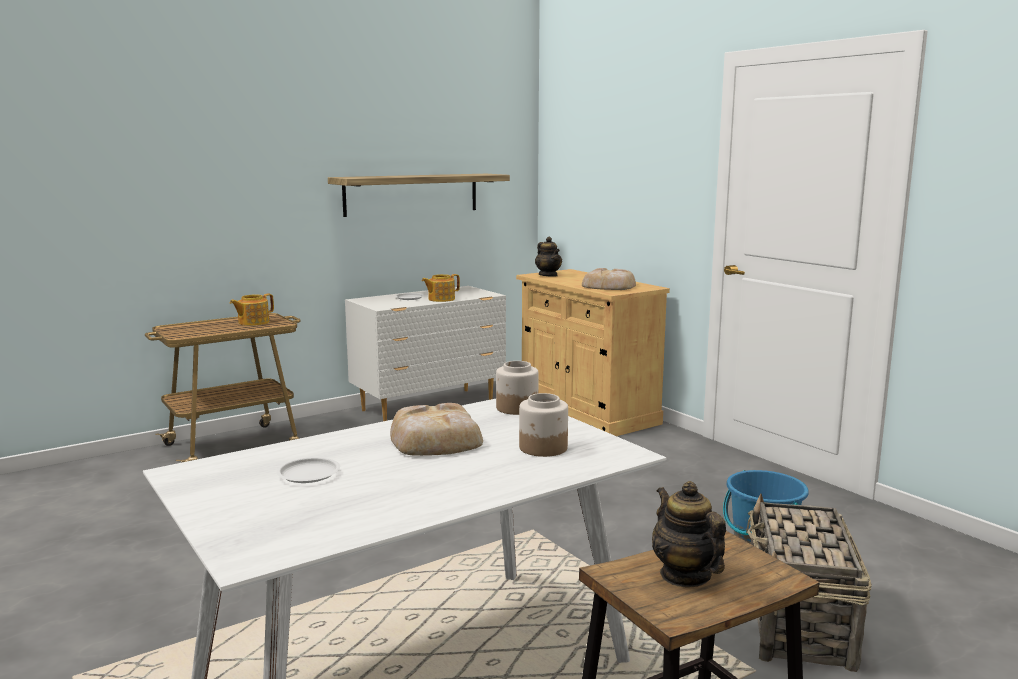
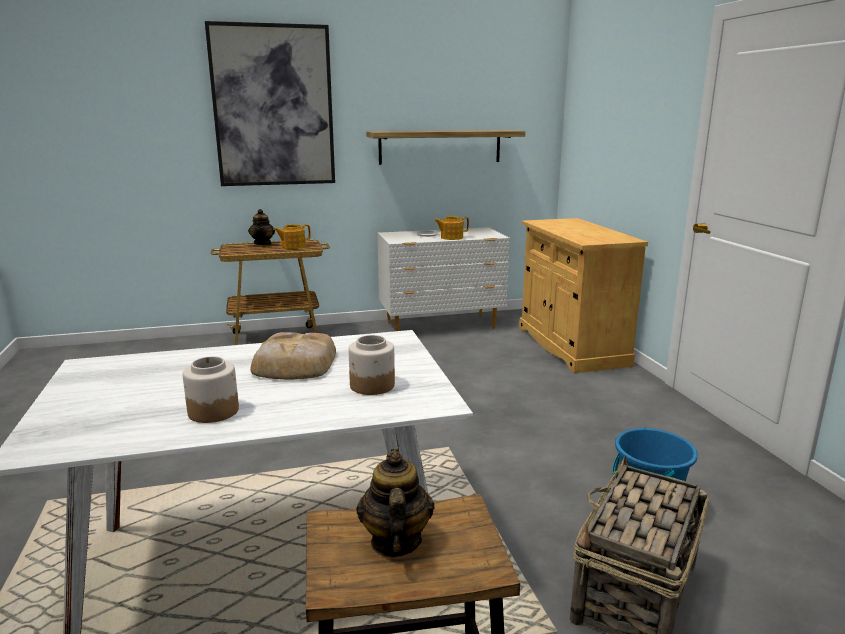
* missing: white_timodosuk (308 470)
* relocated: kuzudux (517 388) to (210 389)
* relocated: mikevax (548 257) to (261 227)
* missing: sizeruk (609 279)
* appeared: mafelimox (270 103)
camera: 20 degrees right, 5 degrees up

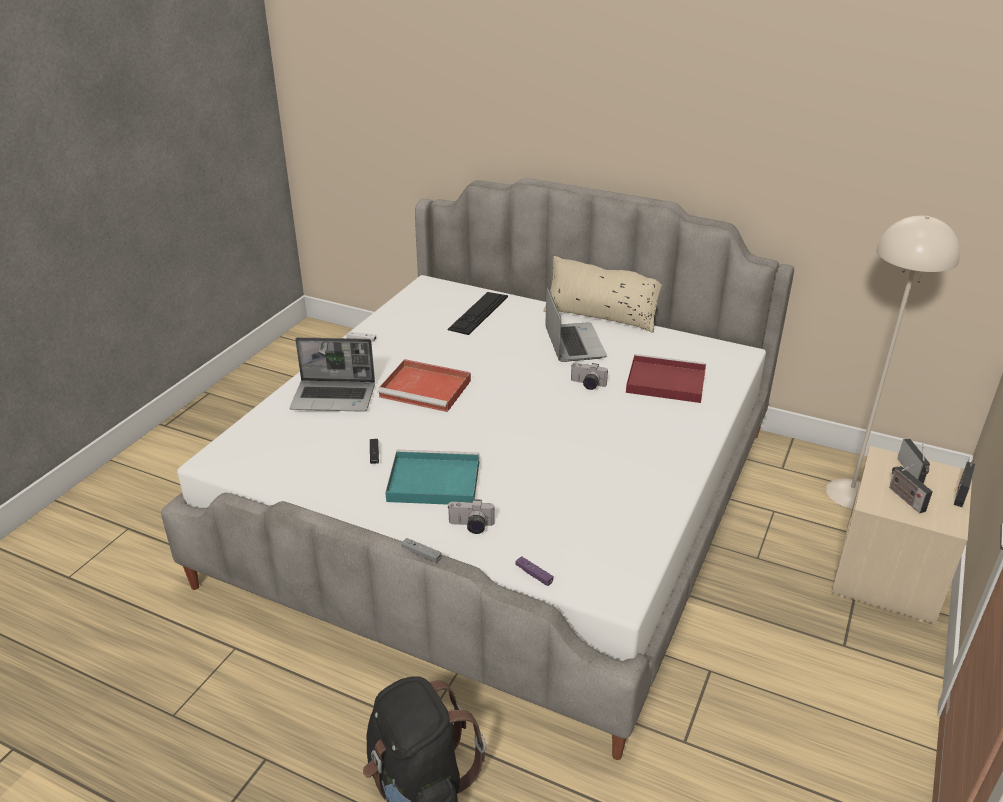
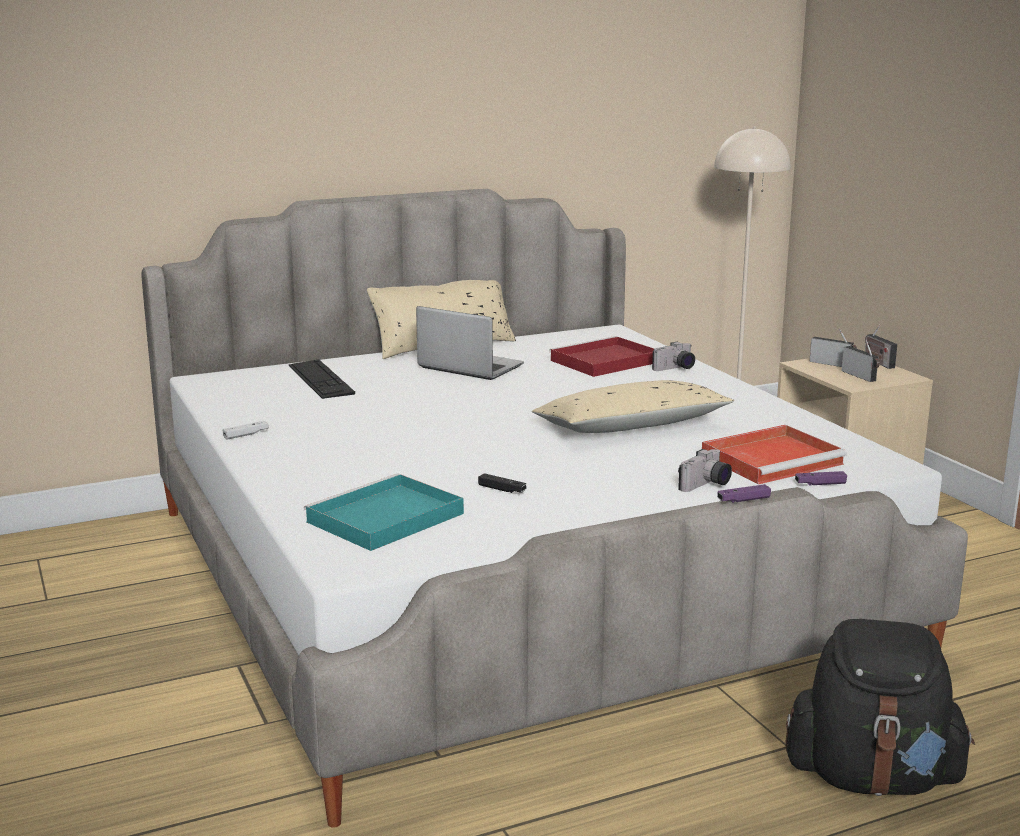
* missing: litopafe (332 374)
* relocated: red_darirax (424 385) to (774 454)
* relocated: turquoise_darirax (432 477) to (384 512)
* colour: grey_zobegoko (421 550) to purple_zobegoko (744 493)
* relocated: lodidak (589 376) to (673 356)
* spun: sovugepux (911 488) = (860 361) 135 degrees counterclockwise
* appeared: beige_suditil (633 406)
camera: 50 degrees left, 15 degrees down

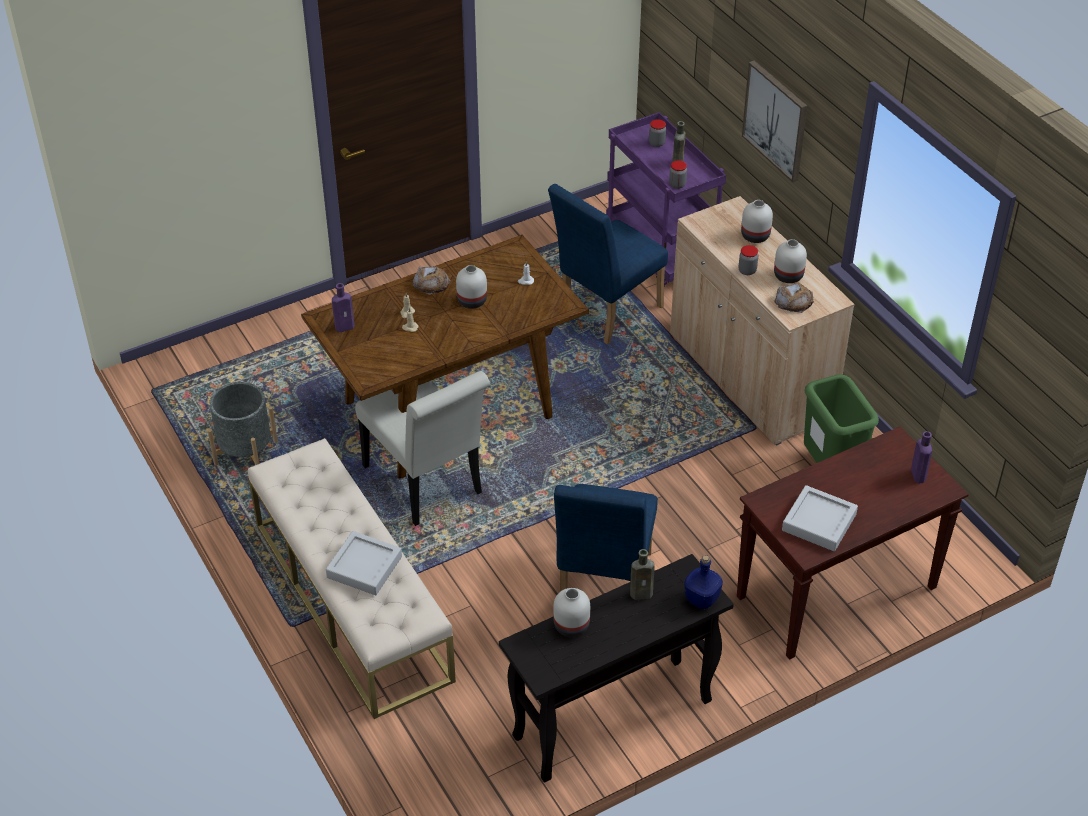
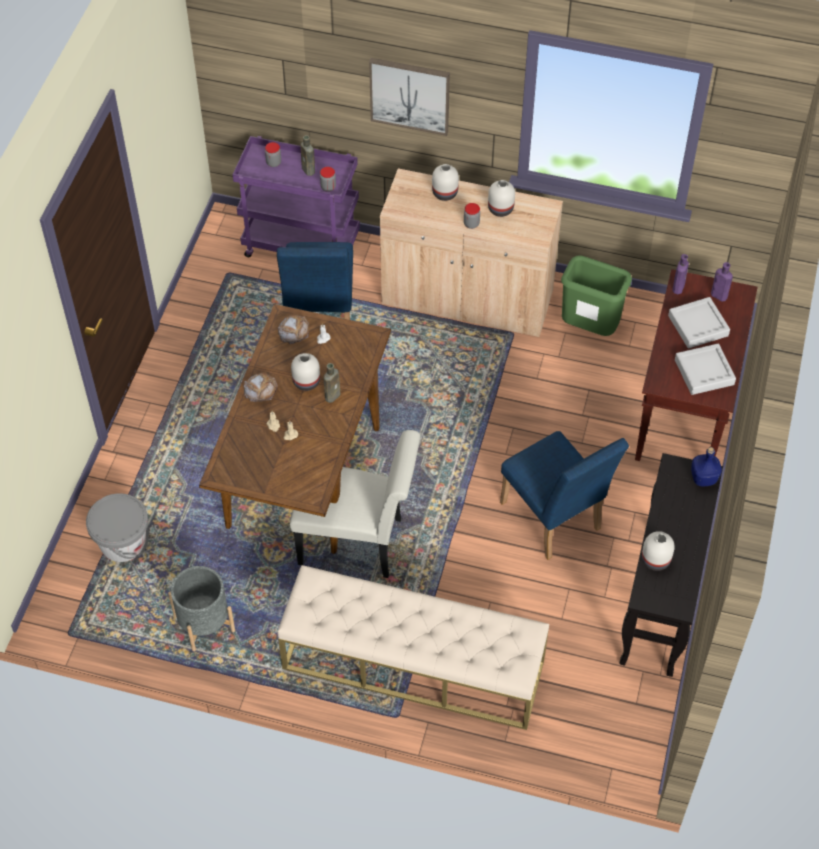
* relocated: grey_darirax (364 563) to (699 323)
* relocated: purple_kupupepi (343 307) to (680 274)
* relocated: brown_kupupepi (642 574) to (332 383)
* relocated: sizeruk (794 298) to (293 329)
* appeared: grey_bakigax (117 527)
camera: 45 degrees left, 10 degrees up

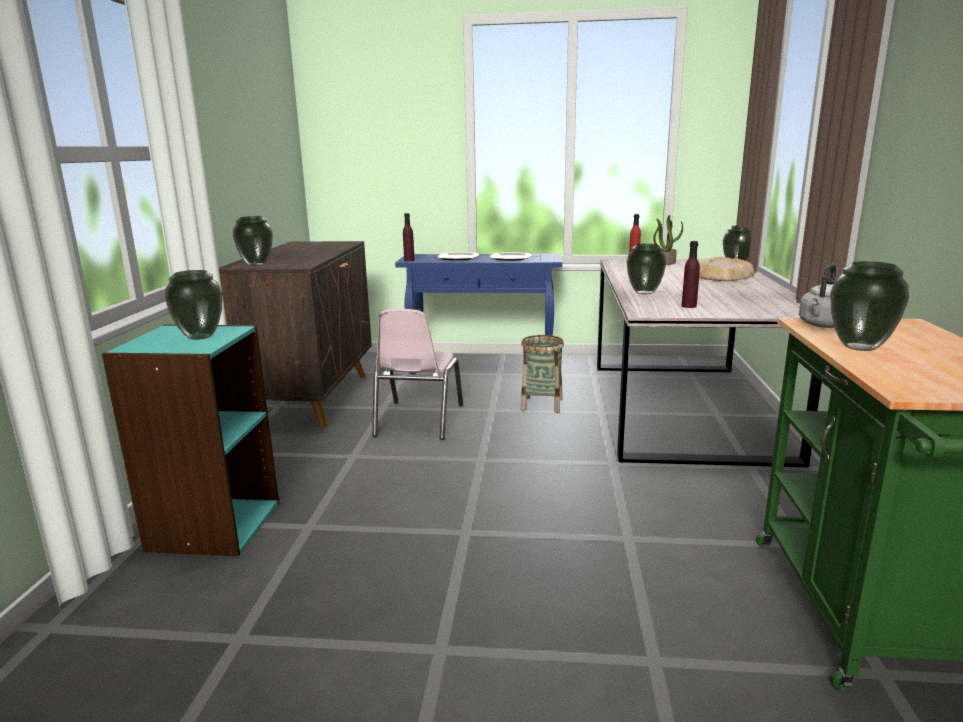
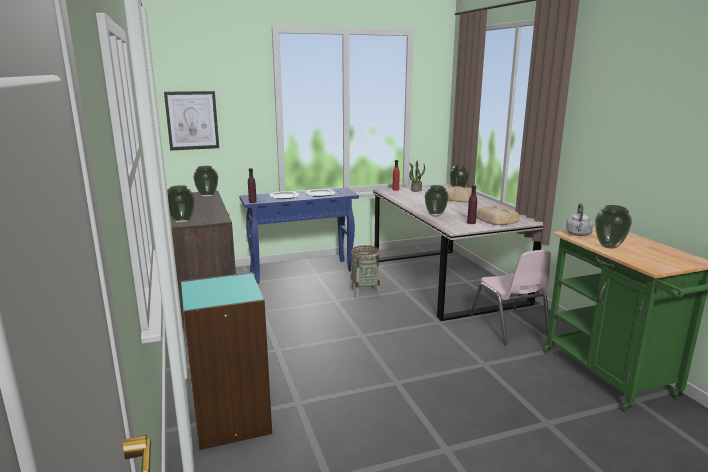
* relocated: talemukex (193 305) to (205 181)
* relocated: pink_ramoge (417 374) to (510 297)
* appeared: mafelimox (191 120)
* appeared: sizeruk (498 215)
camera: 25 degrees left, 0 degrees up

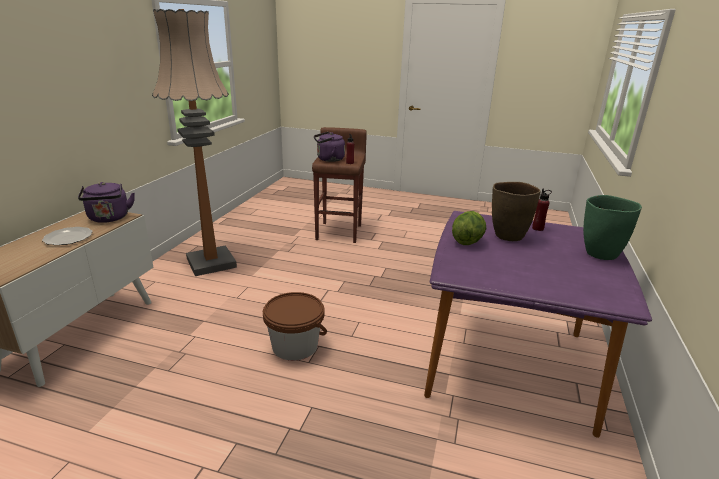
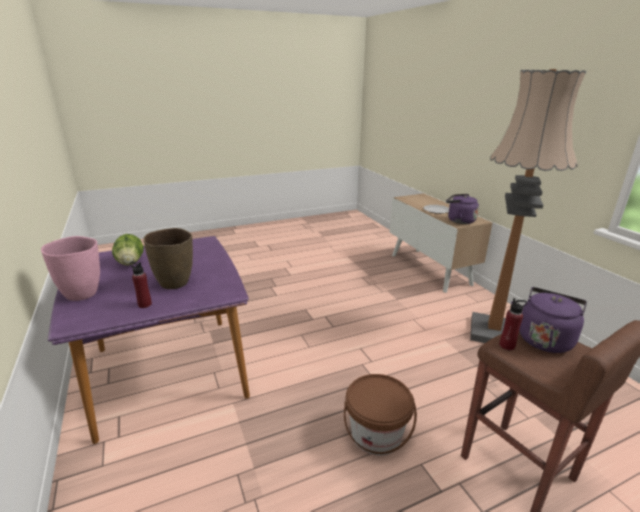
* relocated: brown_bakigax (295 326) to (380 415)
* relocated: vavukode (469 228) to (128 249)
* colour: green_talemukex (612 227) to pink_talemukex (70 268)
camera: 140 degrees right, 0 degrees up

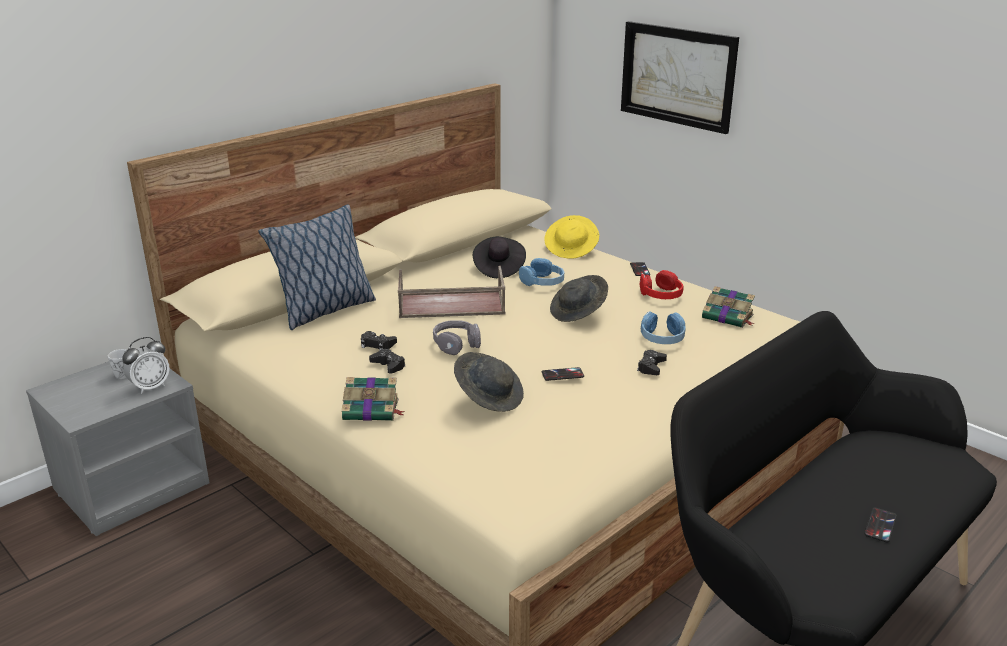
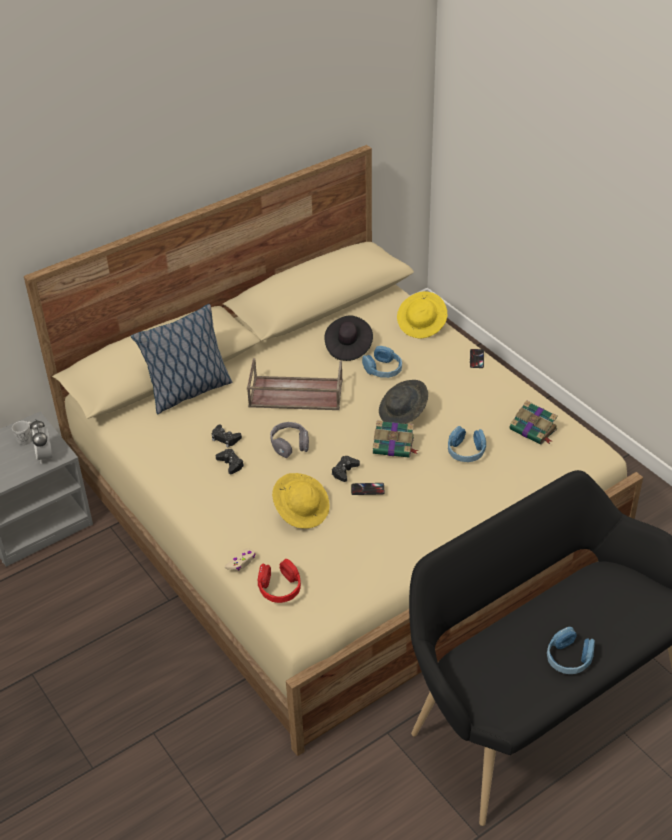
* spun: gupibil (146 365) = (41 441) 105 degrees clockwise
* relocated: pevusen (373 399) to (396 439)
* colour: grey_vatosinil (489 382) to yellow_vatosinil (301 501)
* missing: mafelimox (680 77)
* relocated: black_zobegoko (652 362) to (346 469)
* relocated: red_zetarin (661 284) to (279 581)
* exchanged: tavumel (881 524) to blue_zetarin (571 650)
* appeared: beige_zobegoko (239 559)
camera: 10 degrees right, 15 degrees up

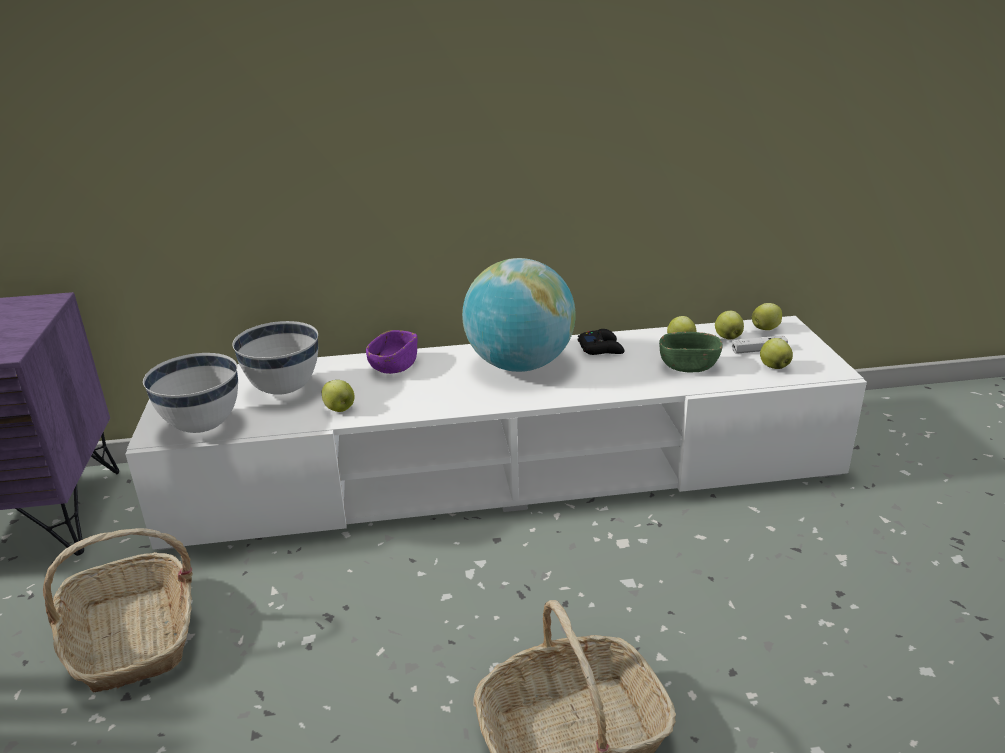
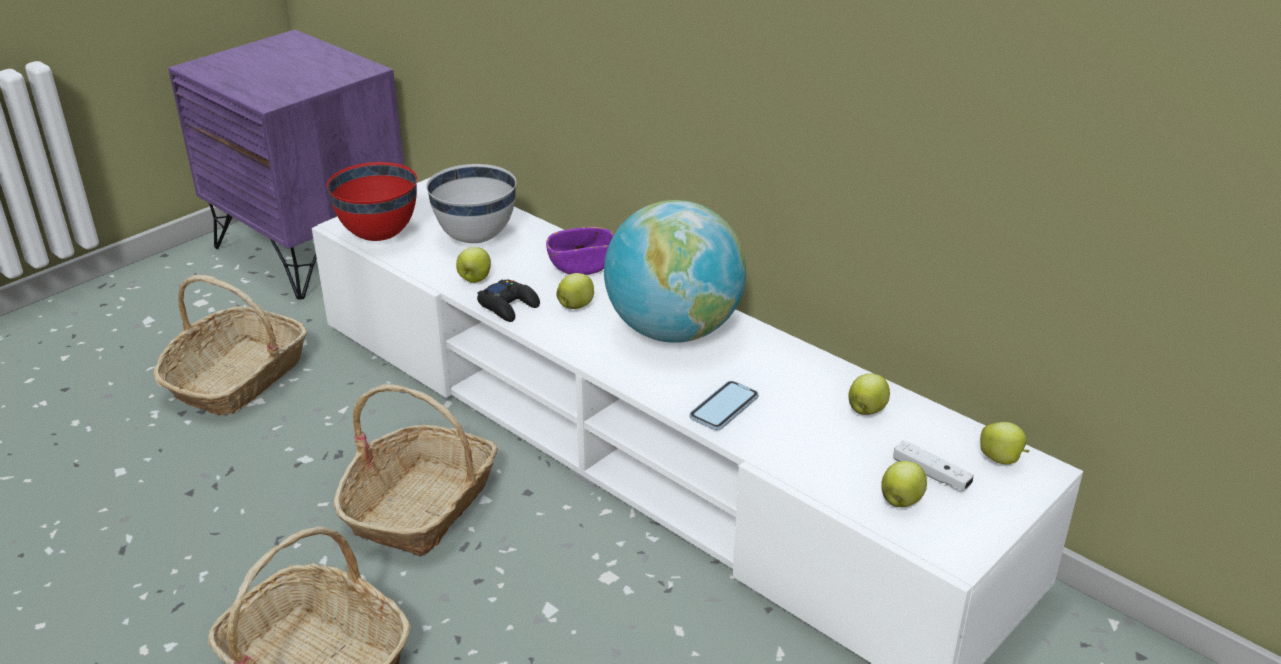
* colour: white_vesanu (190 393) to red_vesanu (372 201)
* relocated: black_zobegoko (601 342) to (508 301)
* missing: green_vesanu (691 352)
* relocated: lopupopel (729 325) to (575 291)
* appeared: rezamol (415 470)
* appeared: tavumel (724 406)
camera: 50 degrees right, 5 degrees up

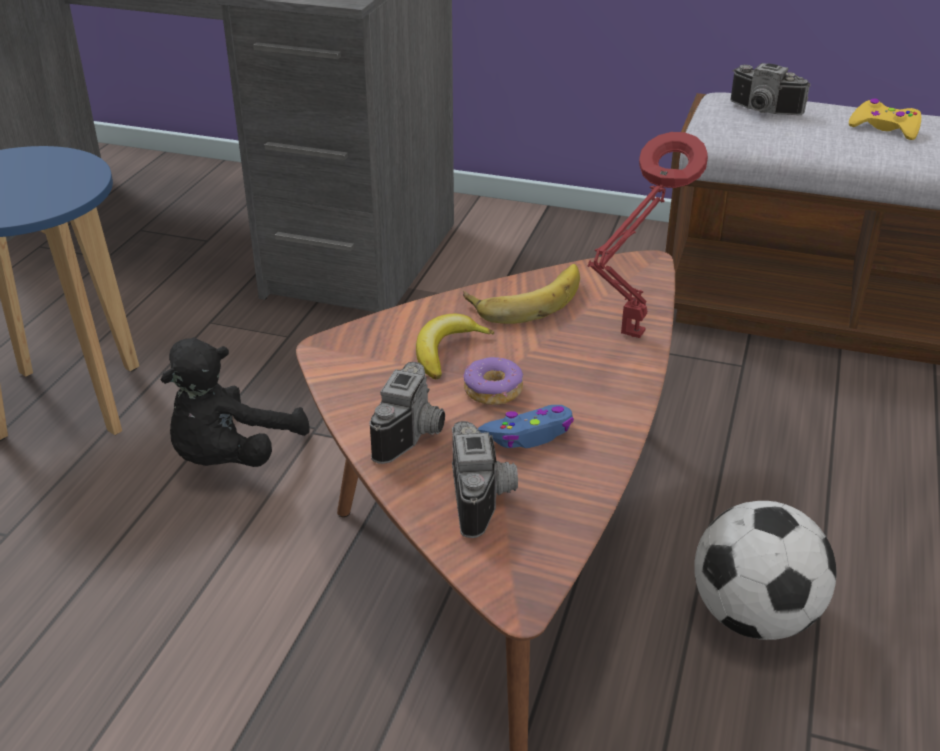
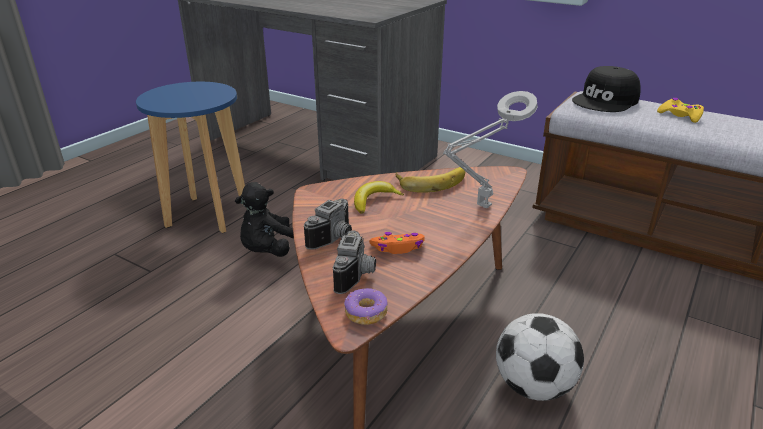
* relocated: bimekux (493 381) to (366 306)
* colour: blue_zobegoko (526 426) to orange_zobegoko (397 243)
* colour: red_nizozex (647 235) to grey_nizozex (490 149)
* exchanged: lodidak (770 89) to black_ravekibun (606 89)
camera: 15 degrees right, 5 degrees down

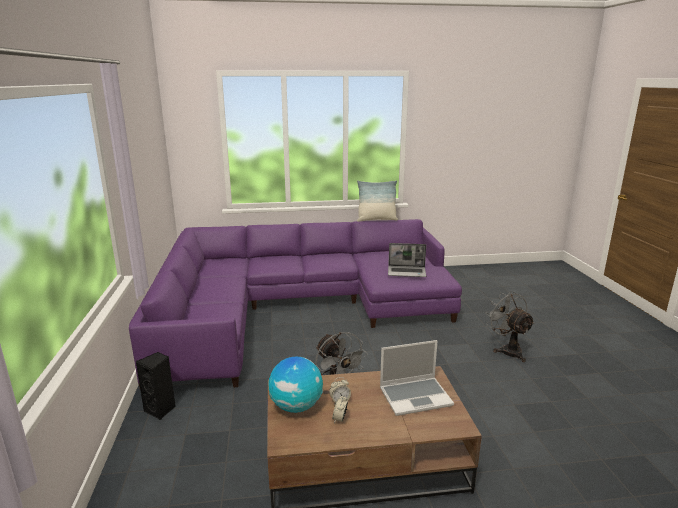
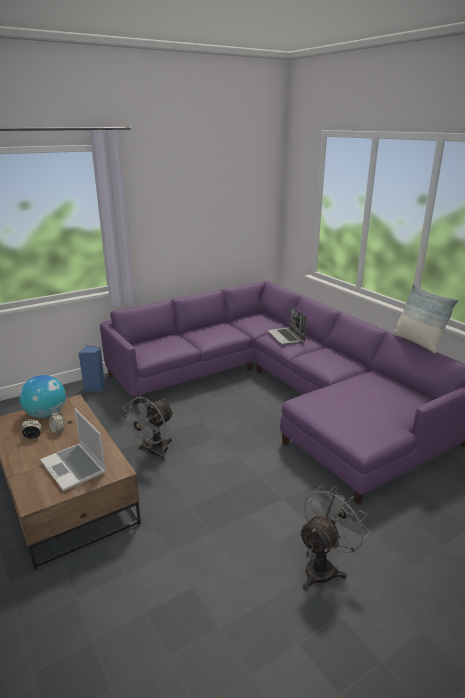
* colour: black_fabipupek (156 386) to blue_fabipupek (92 368)
* relocated: litopafe (407 260) to (287 325)
camera: 65 degrees right, 5 degrees up

